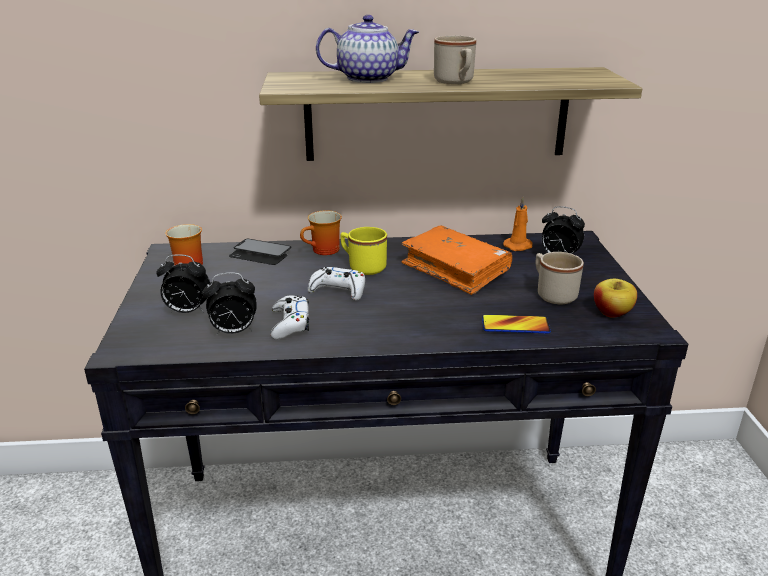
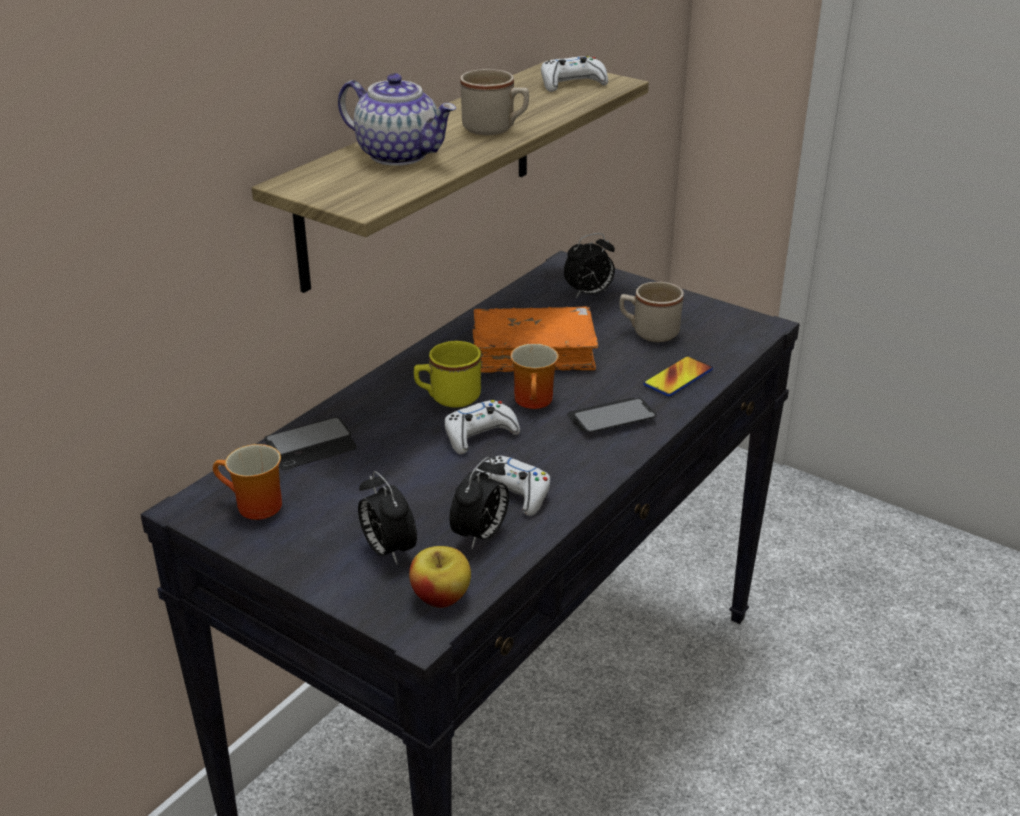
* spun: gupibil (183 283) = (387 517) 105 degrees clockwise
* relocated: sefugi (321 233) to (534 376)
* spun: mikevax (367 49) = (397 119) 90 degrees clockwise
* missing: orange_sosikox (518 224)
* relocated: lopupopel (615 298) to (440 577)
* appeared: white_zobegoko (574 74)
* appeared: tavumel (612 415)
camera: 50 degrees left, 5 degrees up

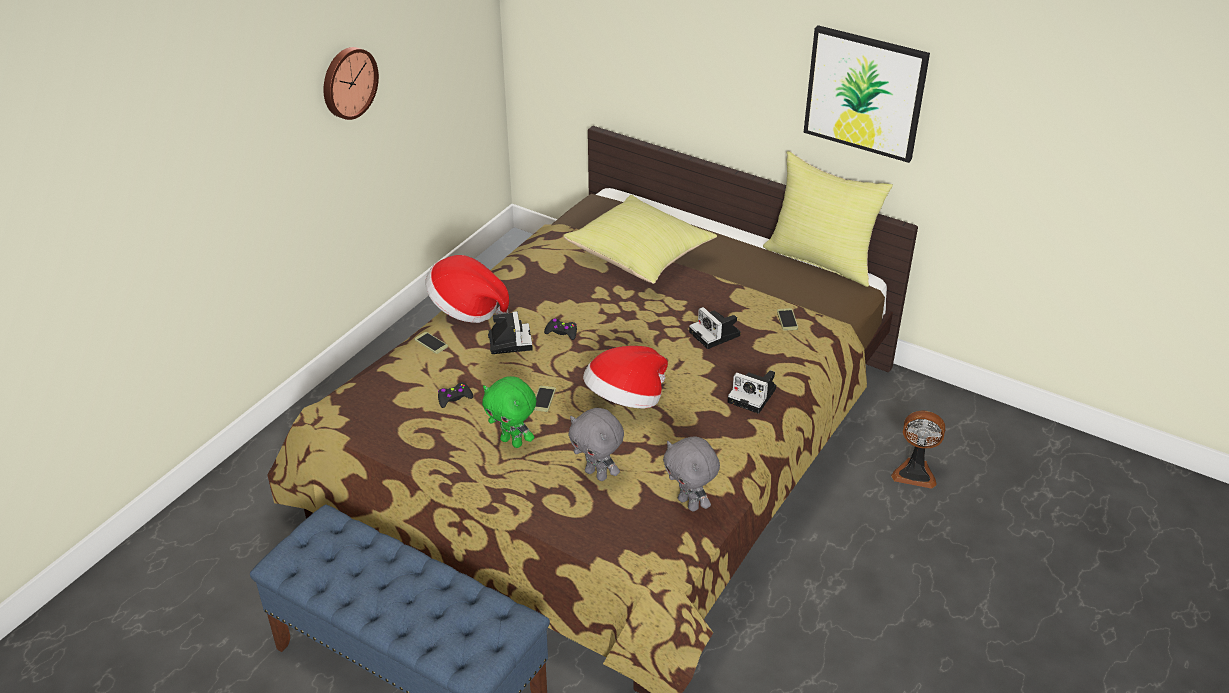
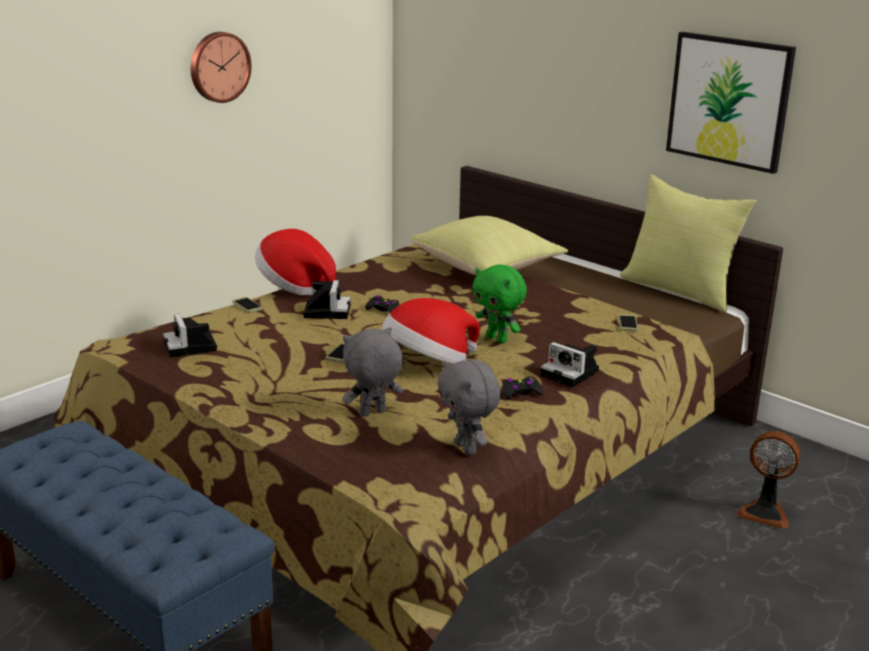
* relocated: black_zobegoko (455 395) to (523 388)
* relocated: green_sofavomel (509 412) to (499 303)
* spun: grey_sofavomel (596 444) = (373 371) 105 degrees clockwise
* relocated: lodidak (715 328) to (190 335)
camera: 10 degrees right, 15 degrees down

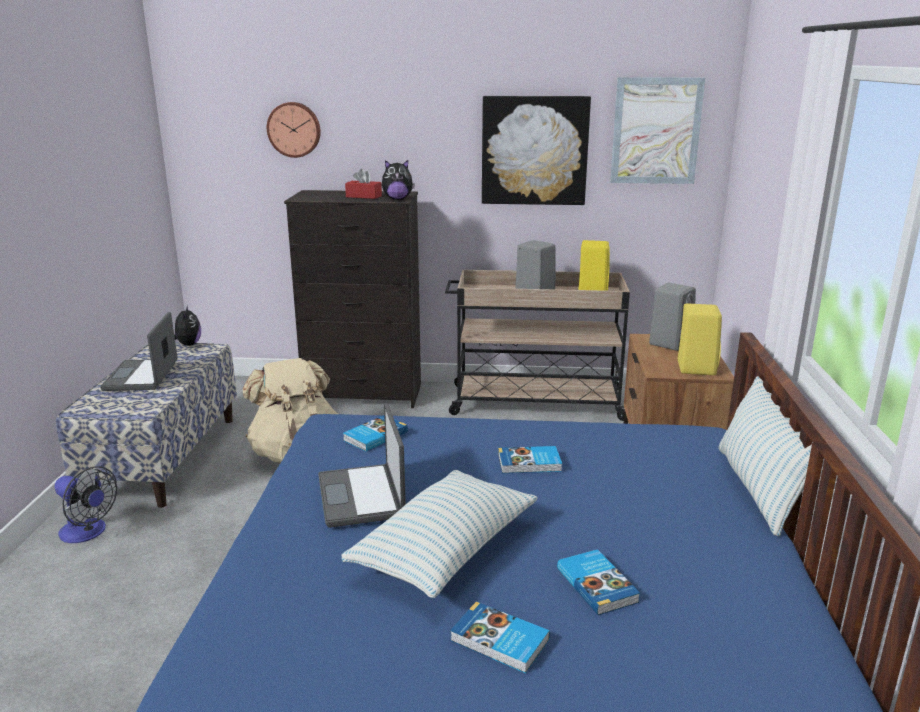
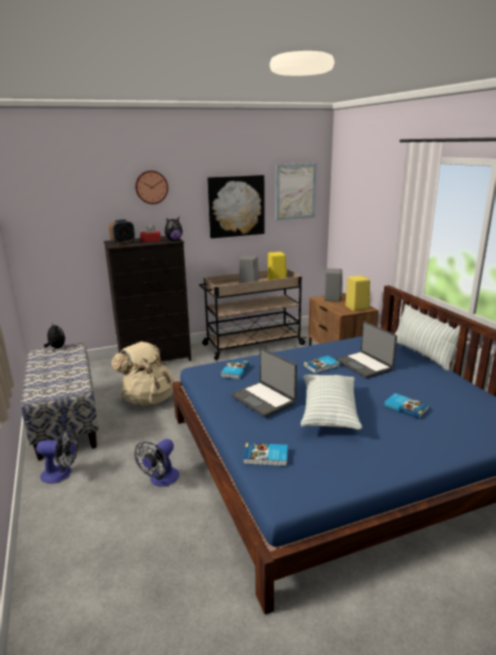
* relocated: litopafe (138 351) to (366 350)
* relocated: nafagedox (294 130) to (151 187)
* relocated: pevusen (500 637) to (265 454)
* appeared: gupibil (122 232)
* appeared: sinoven (157 463)
camera: 25 degrees left, 0 degrees up

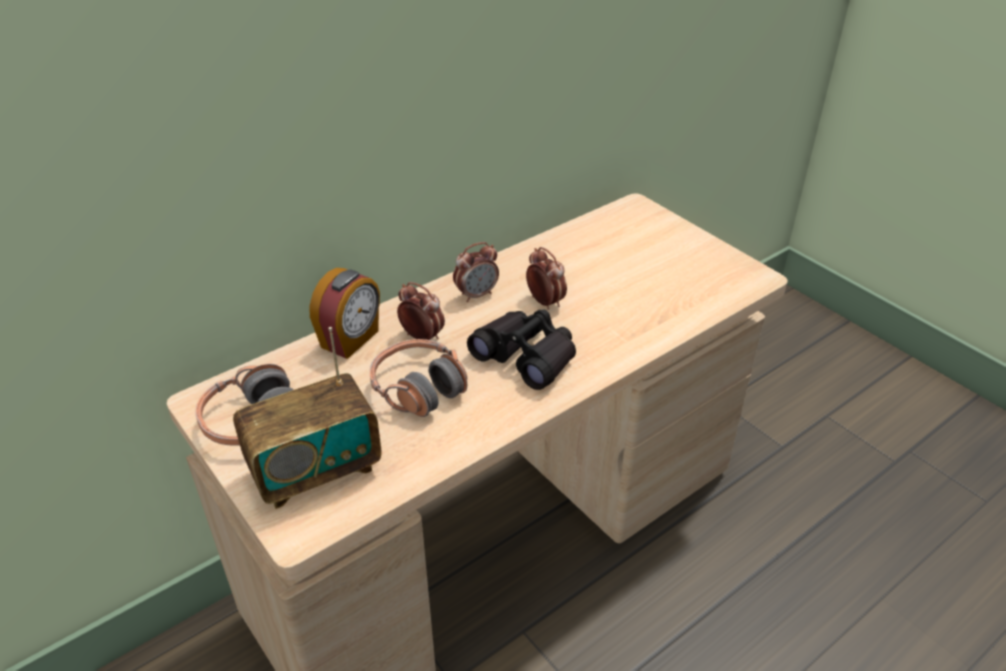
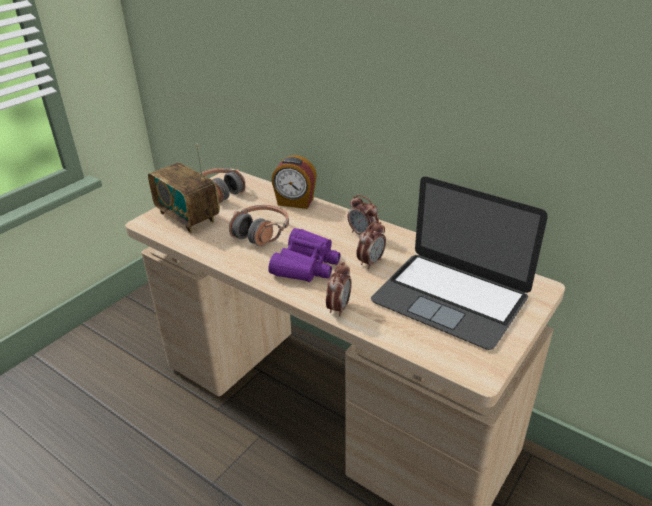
* relocated: gupibil (421 311) to (339 289)
* colour: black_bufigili (521 350) to purple_bufigili (304 255)
* appeared: litopafe (459 263)
camera: 75 degrees right, 5 degrees down

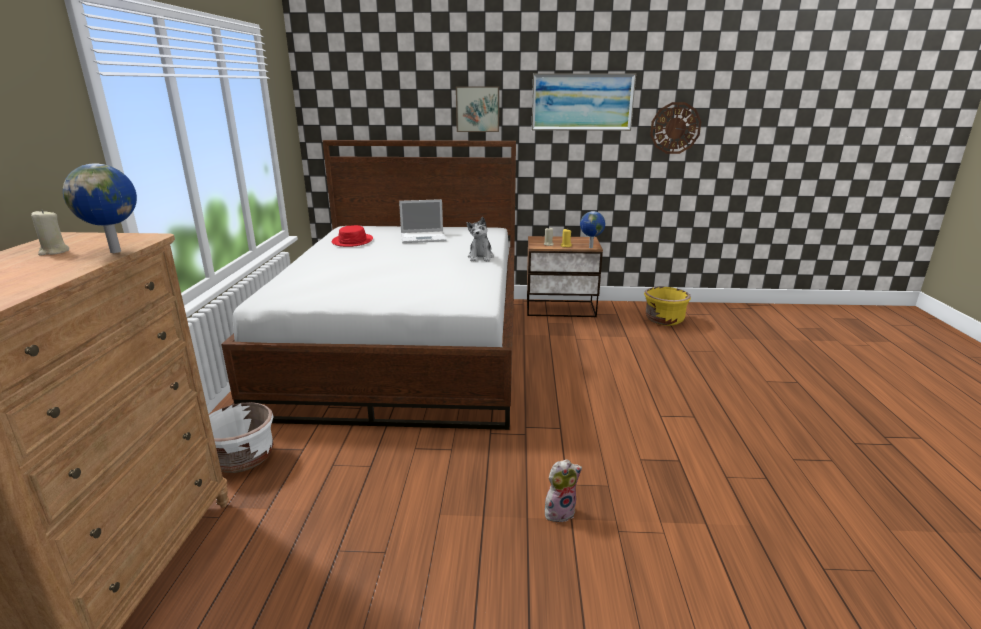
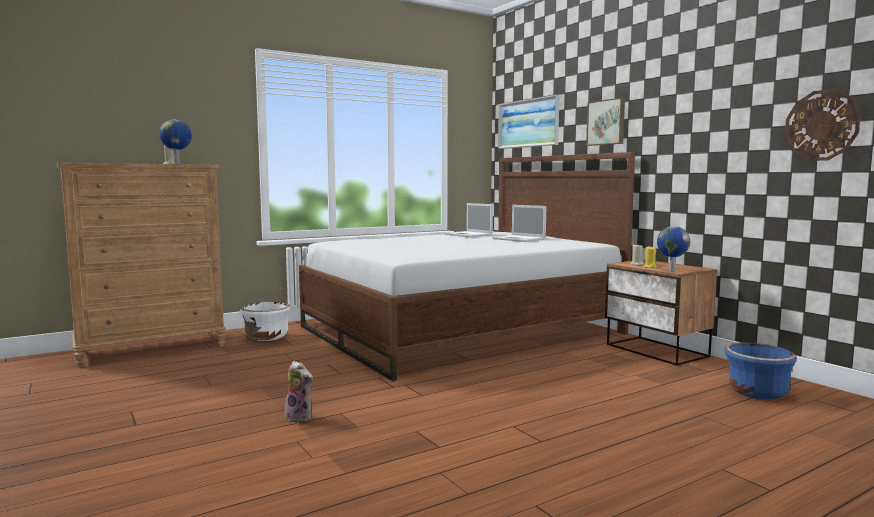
* exchanged: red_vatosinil (352 236) to litopafe (468 220)
* missing: sofavomel (480 239)
* relocated: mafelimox (584 102) to (529 122)
* colour: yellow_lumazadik (667 306) to blue_lumazadik (760 370)
camera: 55 degrees right, 15 degrees down

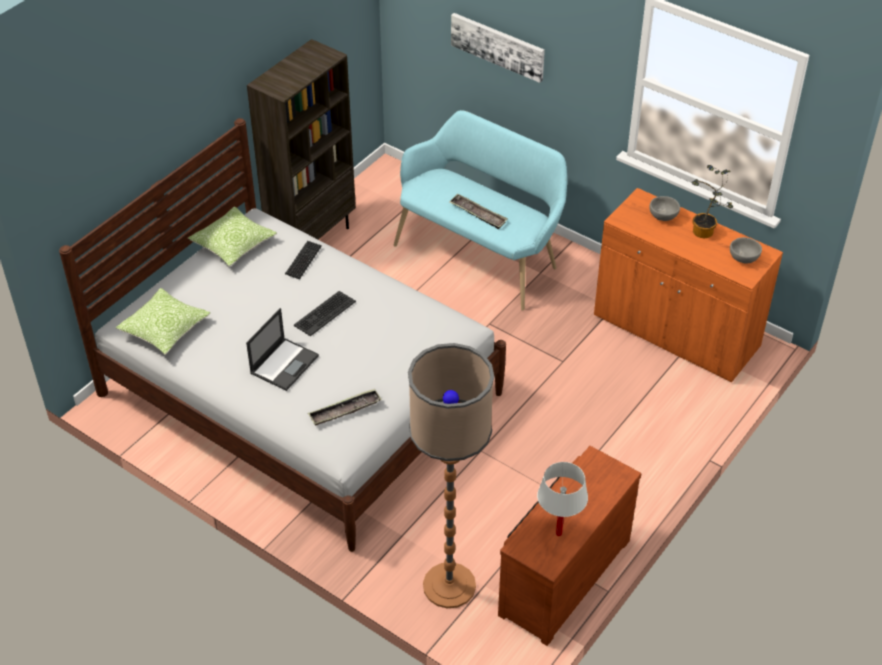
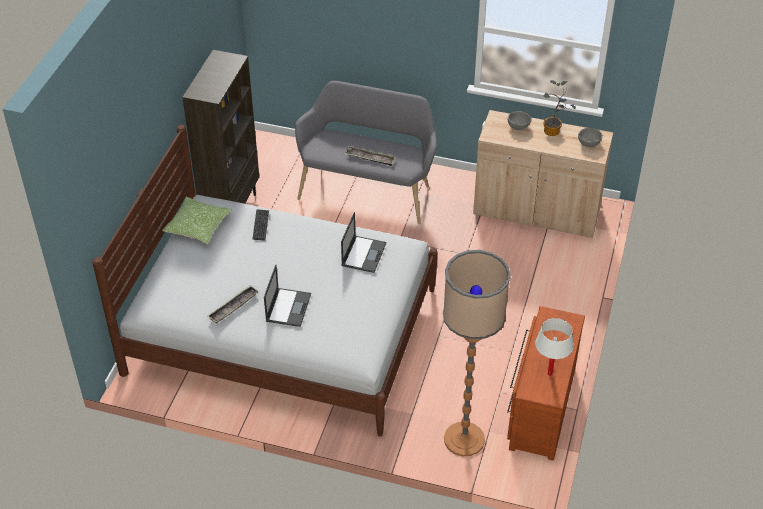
* missing: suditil (163 321)
* missing: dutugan (325 313)
* relocated: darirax (345 407) to (233 305)
* colour: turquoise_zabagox (480 210) to grey_zabagox (366 152)
* missing: mafelimox (498 48)
* colour: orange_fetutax (688 285) to beige_fetutax (543 174)
* appeared: litopafe (363 242)
camera: 20 degrees left, 0 degrees up

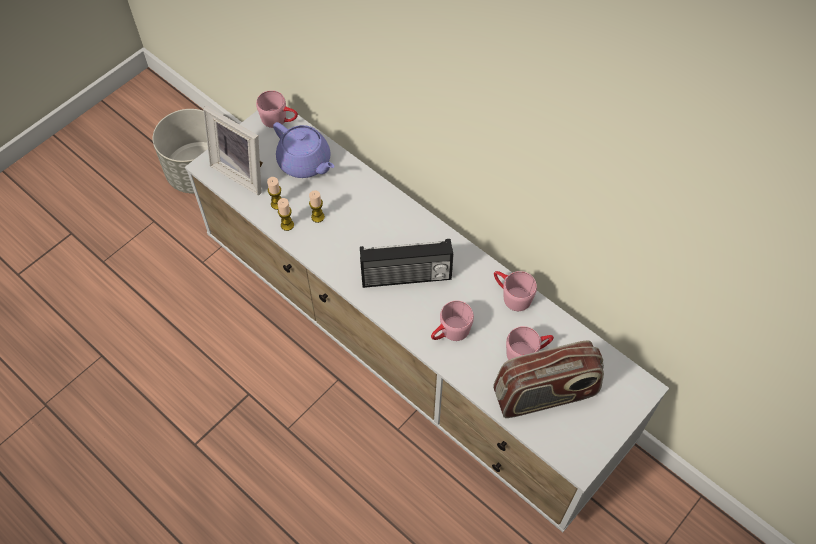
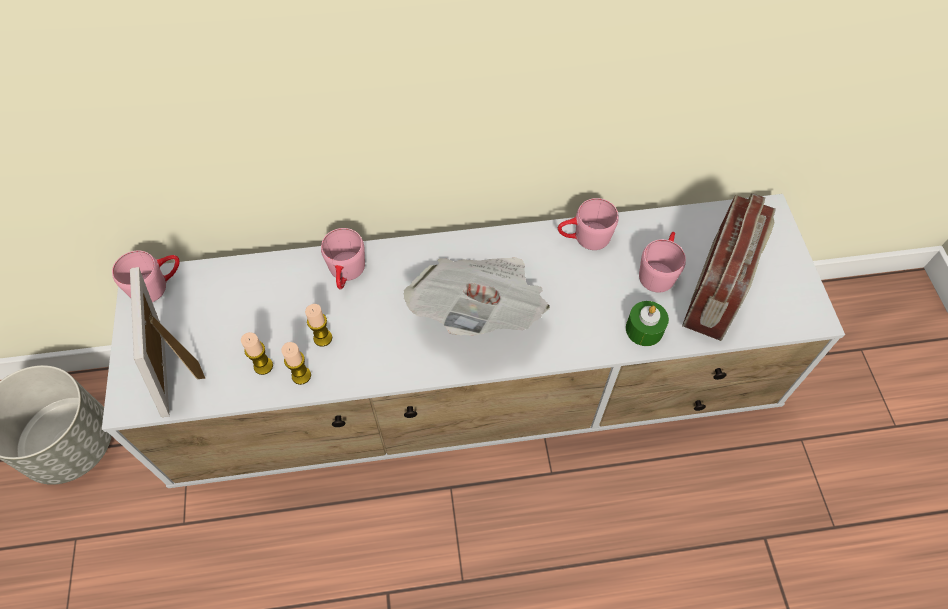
* spun: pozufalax (233 150) = (167 342) 90 degrees clockwise
* missing: purple_mikevax (303 150)
* exchanged: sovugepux (406 263) to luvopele (476 296)
* relocated: pink_sefugi (452 320) to (343 258)
* appeared: green_sosikox (647 323)
camera: 50 degrees left, 0 degrees up

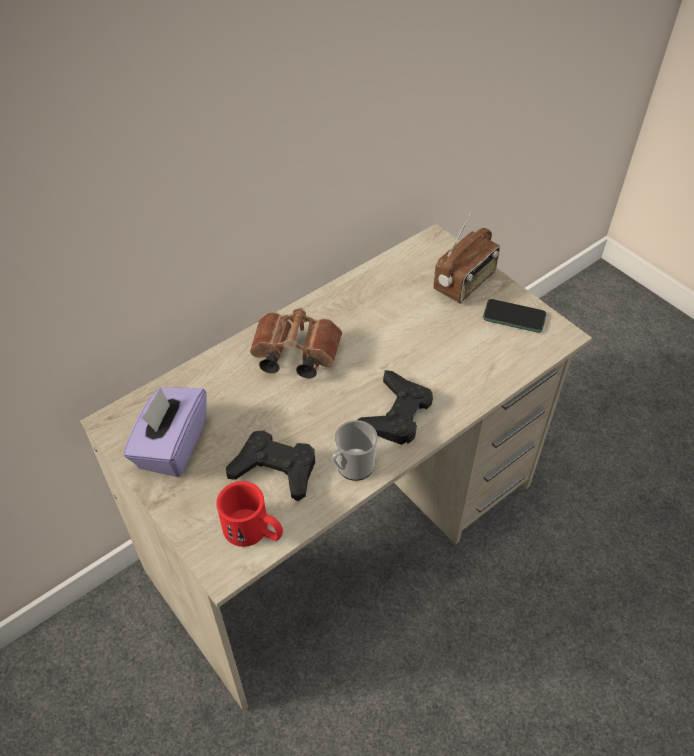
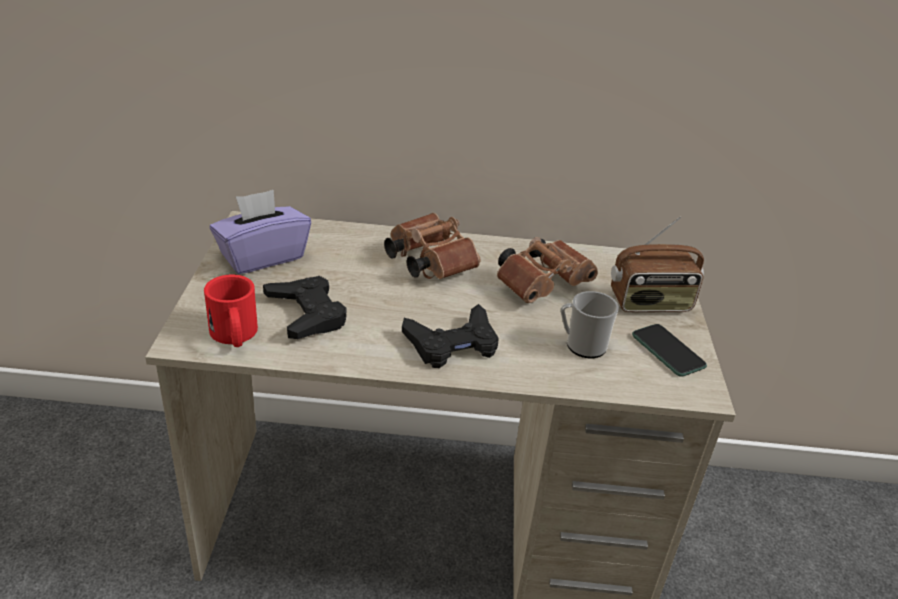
* relocated: sefugi (354 450) to (590 324)
* appeared: brown_bufigili (547 270)
camera: 40 degrees right, 15 degrees down

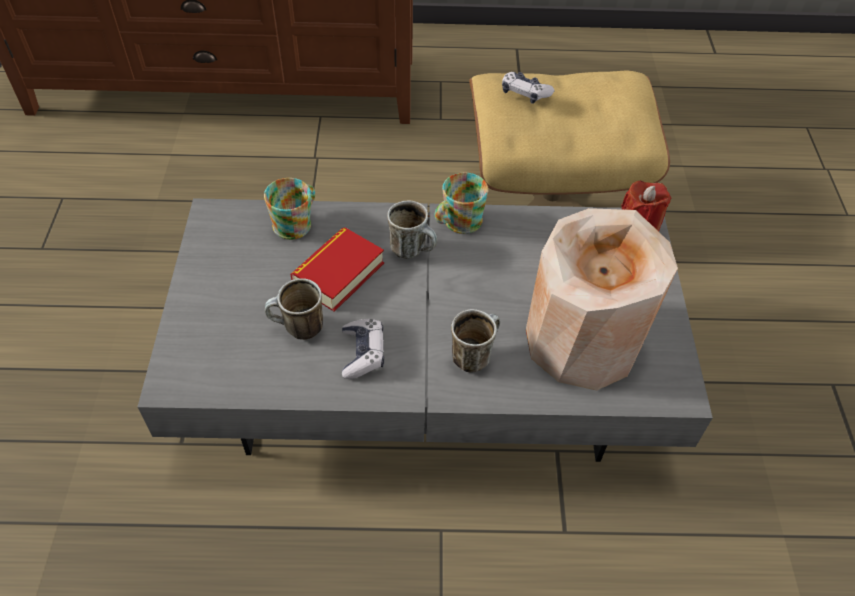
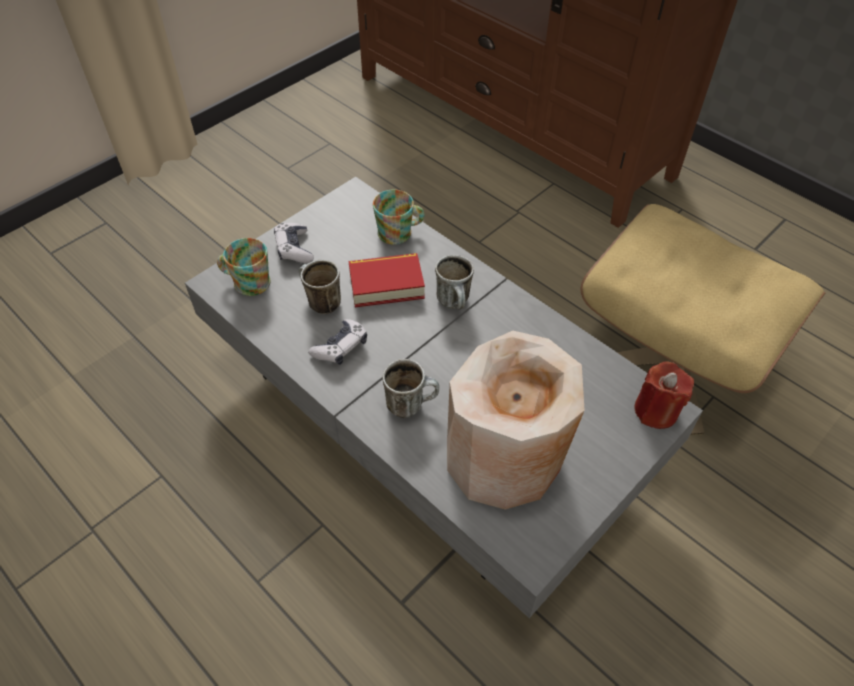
* relocated: sefugi (461 203) to (243 267)
* relocated: zobegoko (528 88) to (294 243)
camera: 45 degrees right, 0 degrees up

